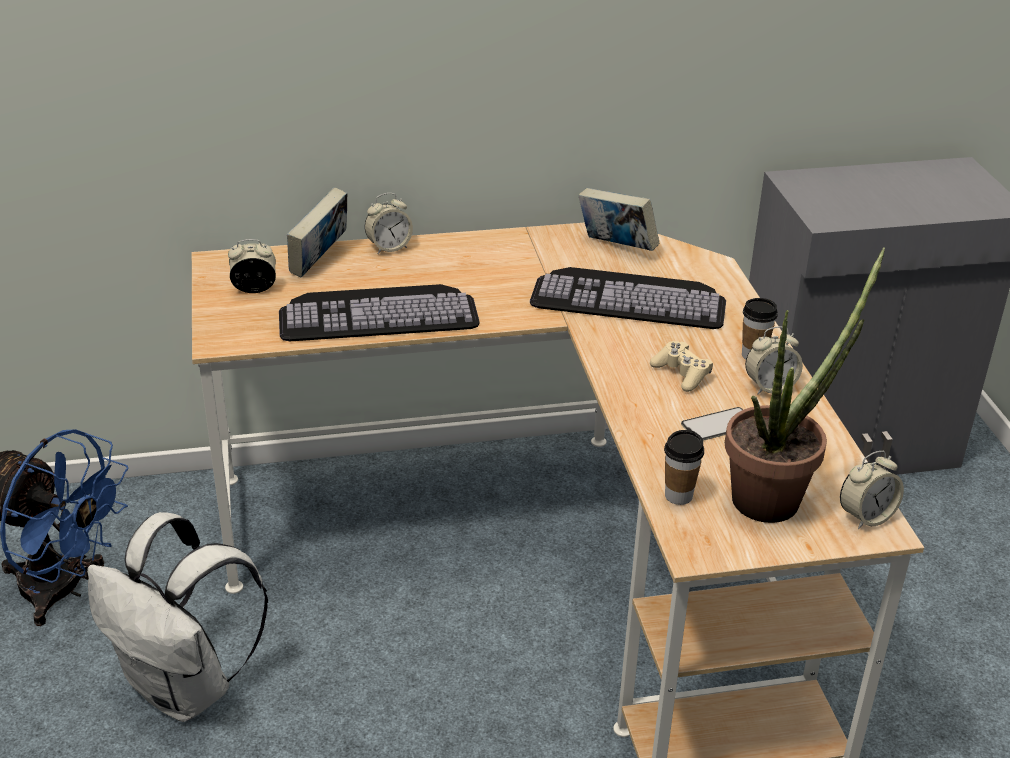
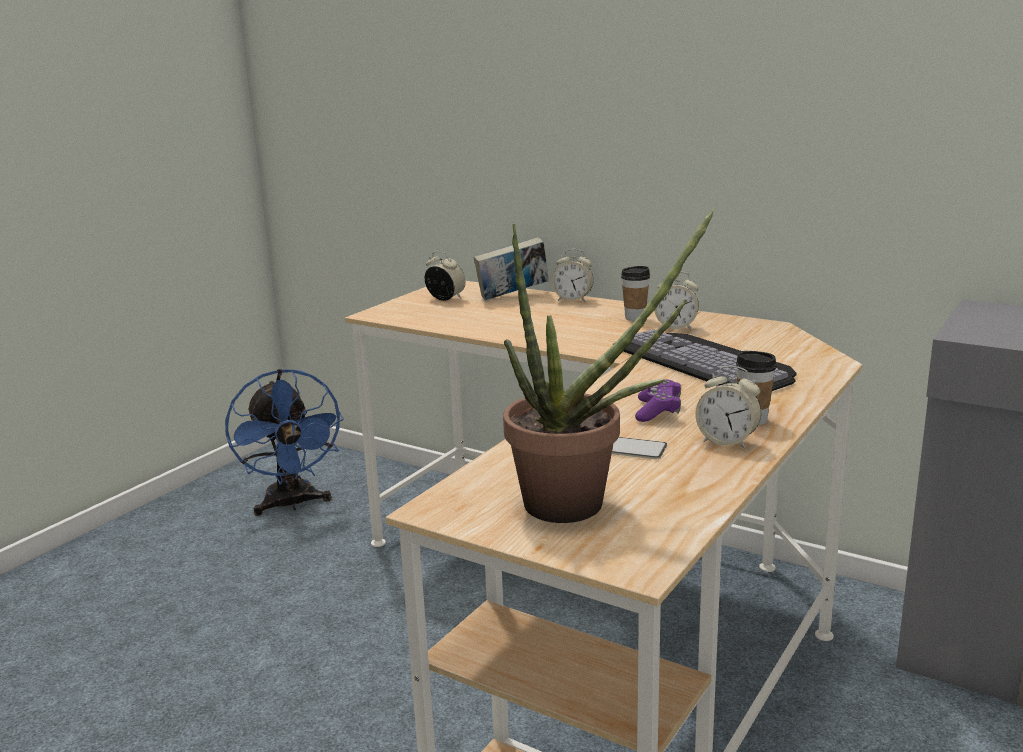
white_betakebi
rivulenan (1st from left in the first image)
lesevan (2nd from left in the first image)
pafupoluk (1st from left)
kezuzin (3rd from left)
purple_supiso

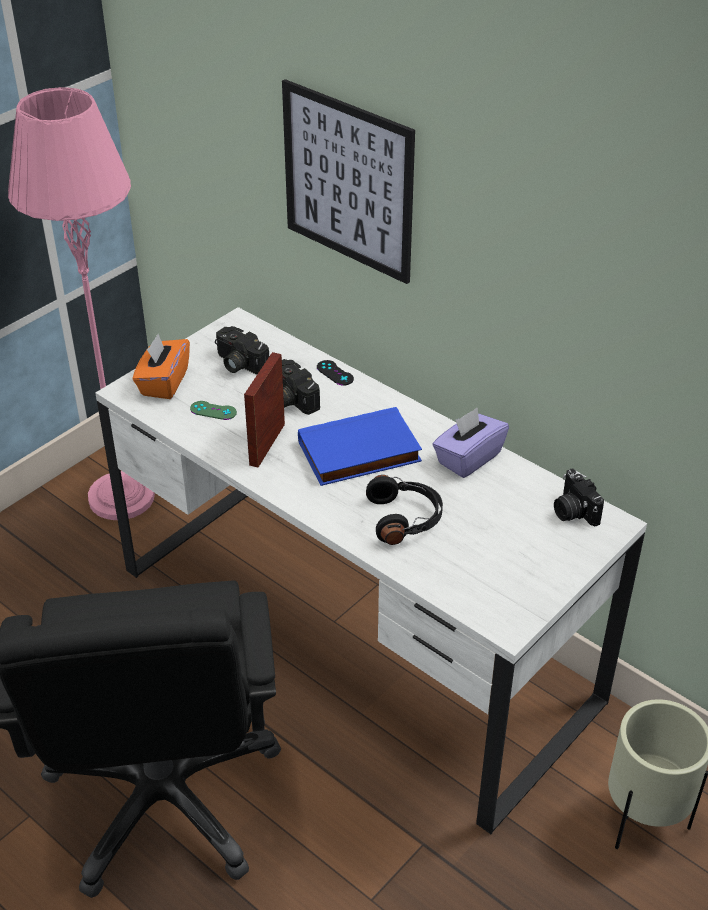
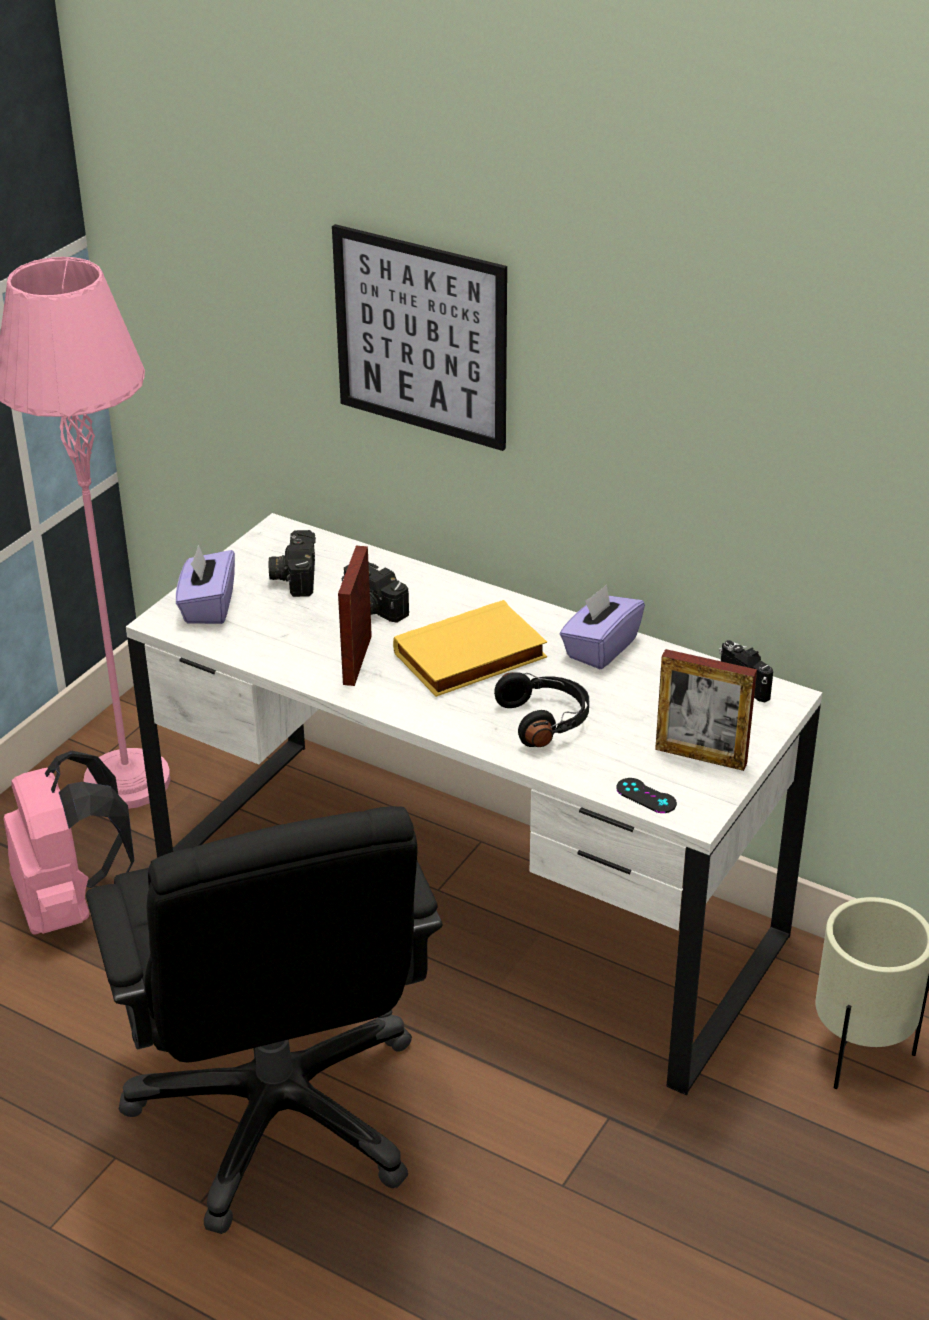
green_supiso
pink_betakebi
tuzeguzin (2nd from left)
black_supiso
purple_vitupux (1st from left)
yellow_lesevan
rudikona (1st from left)

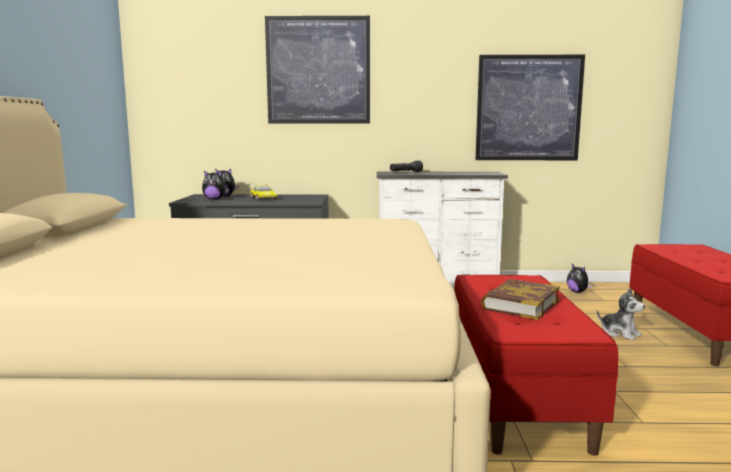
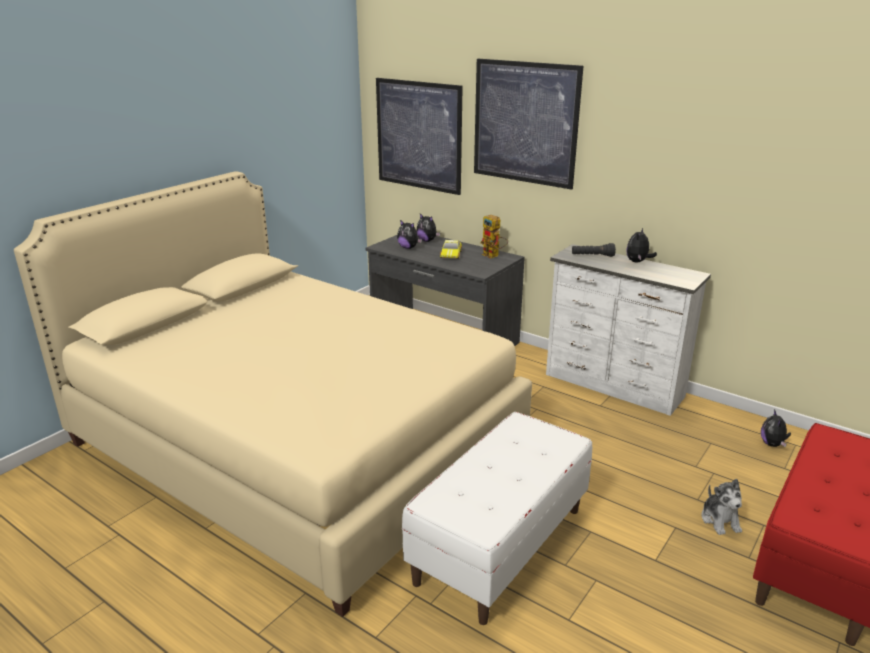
lesevan
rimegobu
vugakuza (3rd from left)
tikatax (1st from left)
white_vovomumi

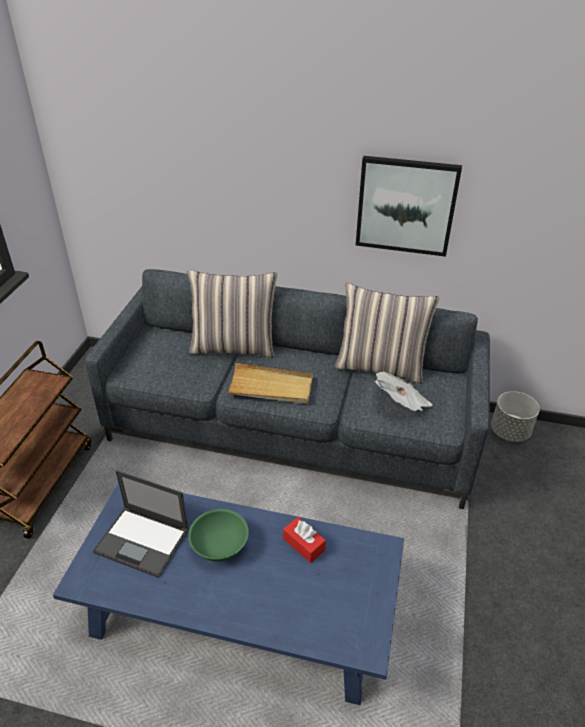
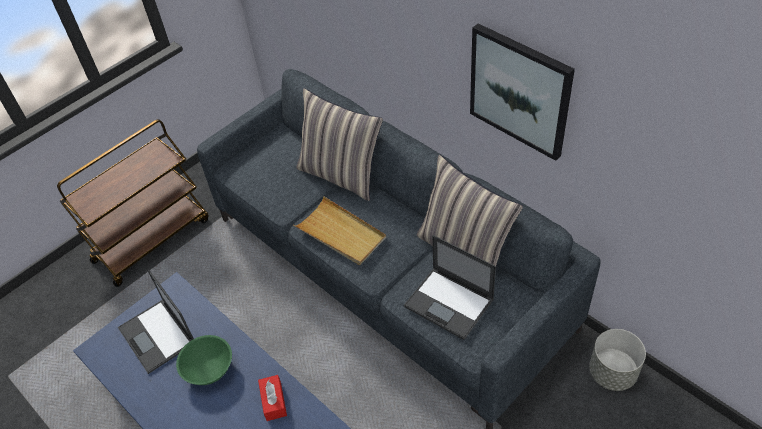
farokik (2nd from left)

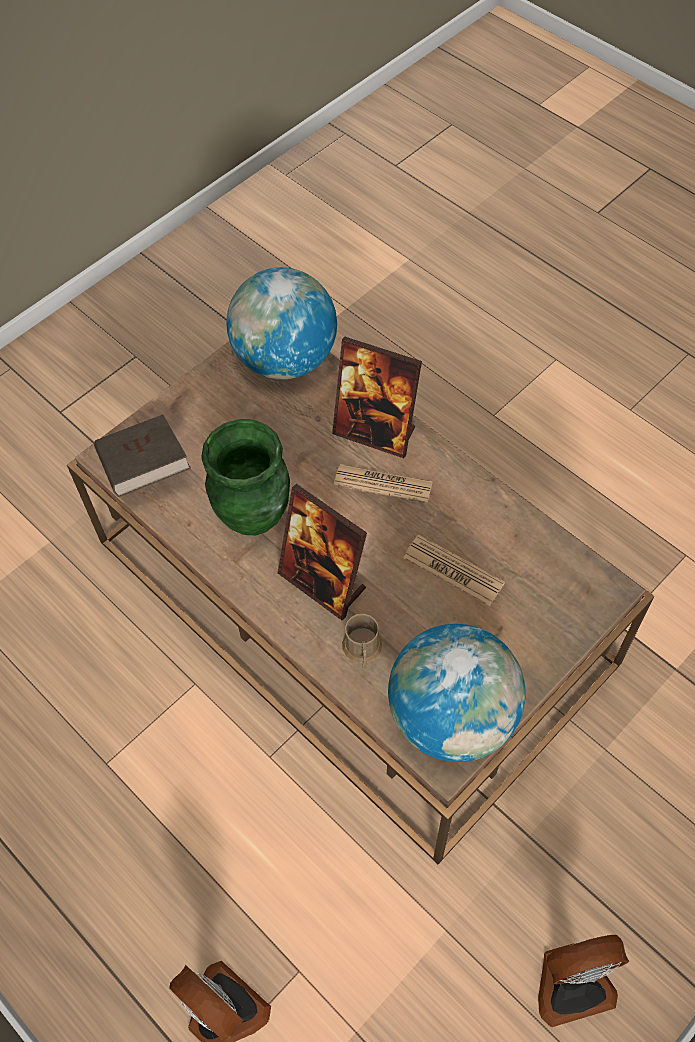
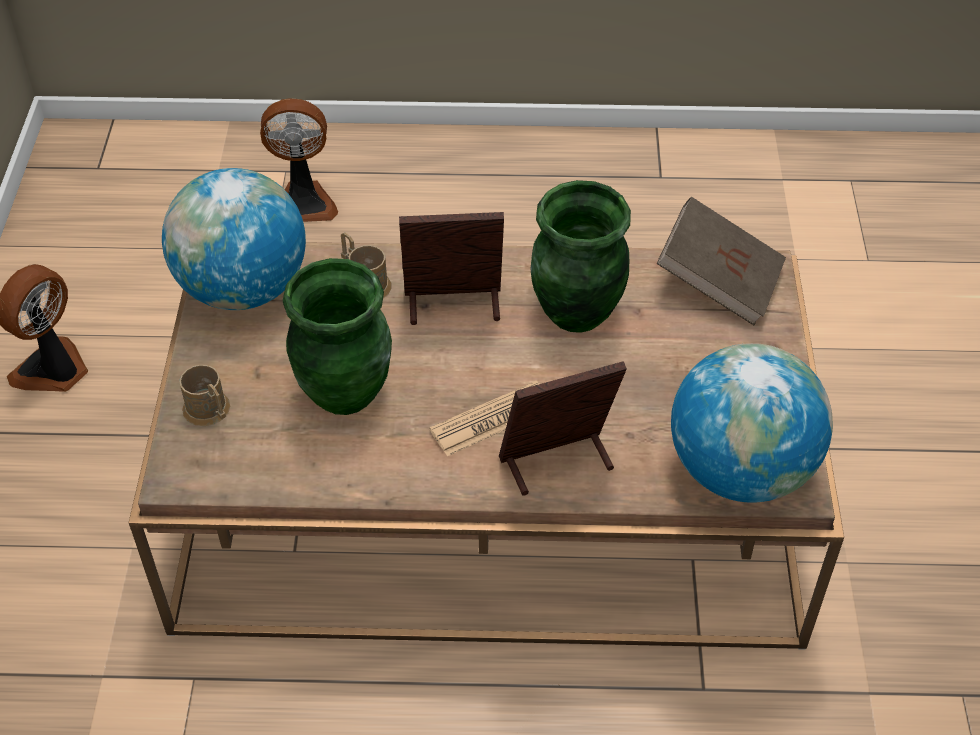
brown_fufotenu (1st from left)
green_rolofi (1st from left)

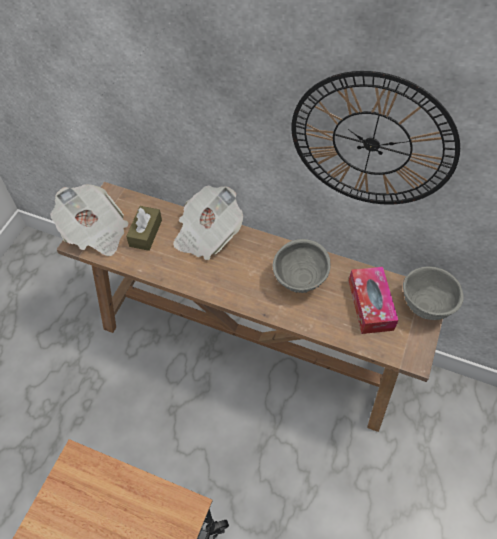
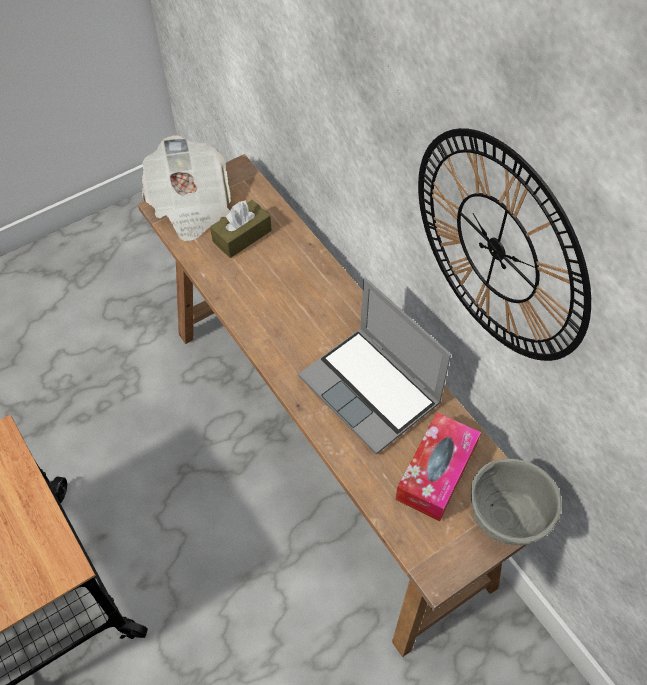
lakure (2nd from left in the first image)
farokik

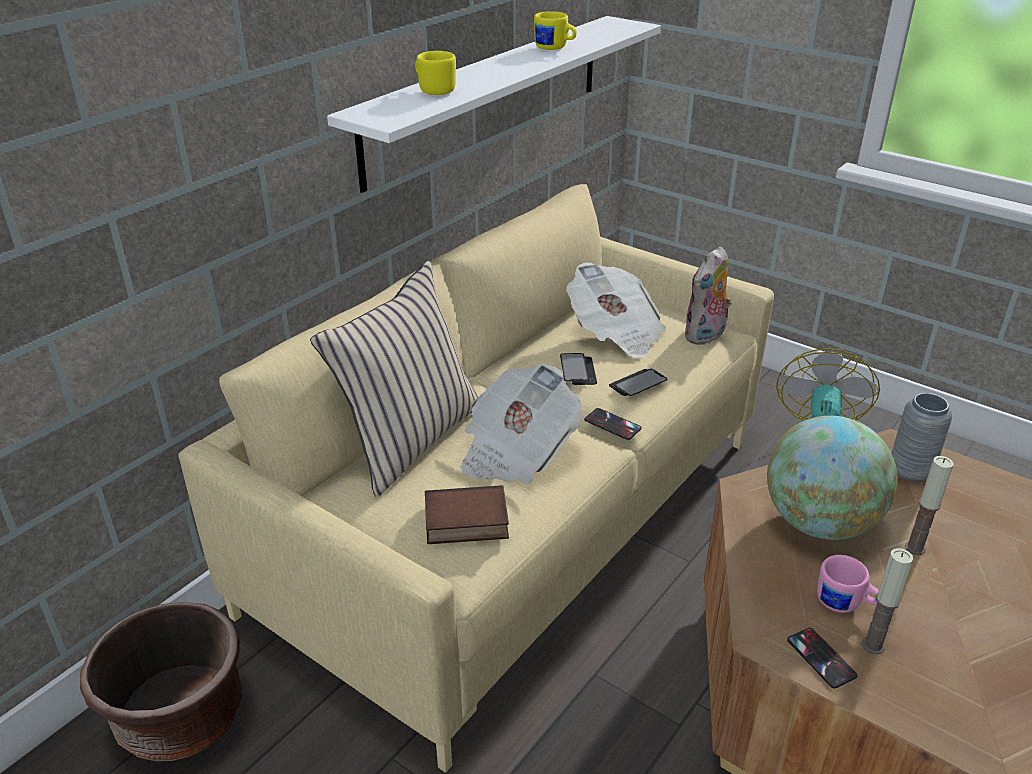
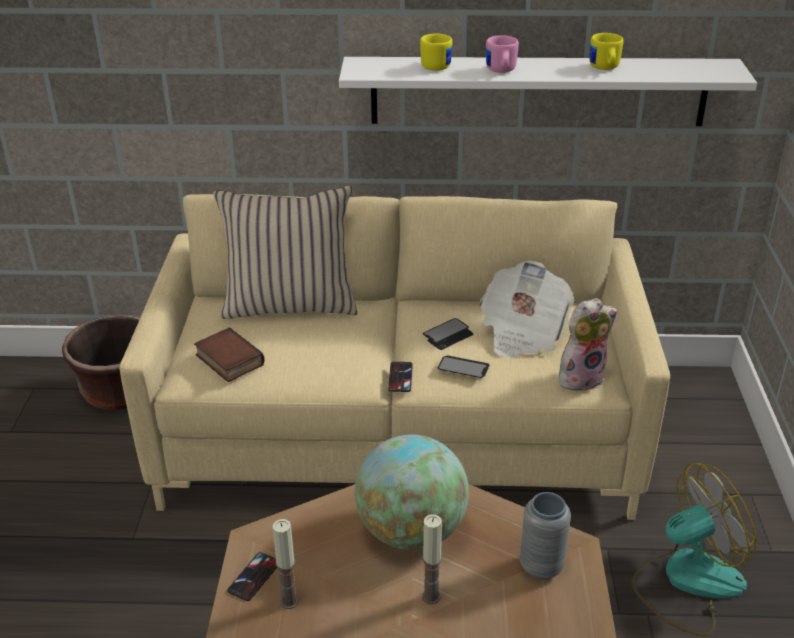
lakure (1st from left in the first image)
pink_fufotenu
vugakuza

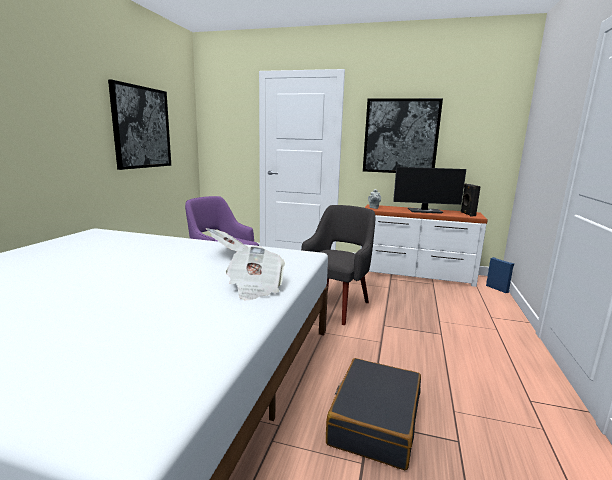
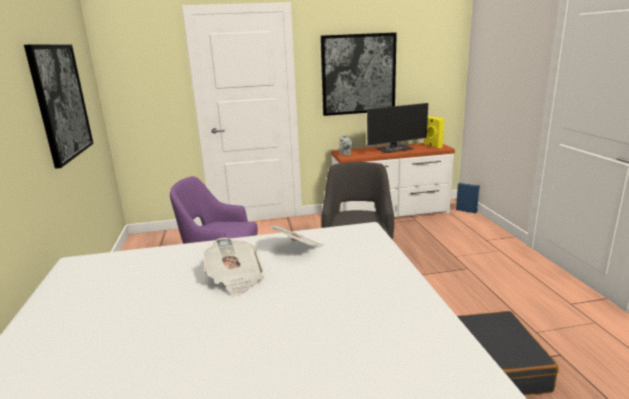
lakure (1st from left)
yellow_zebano

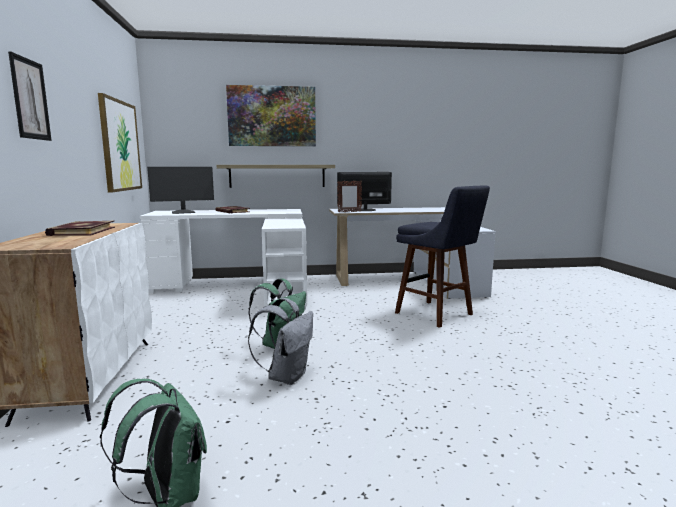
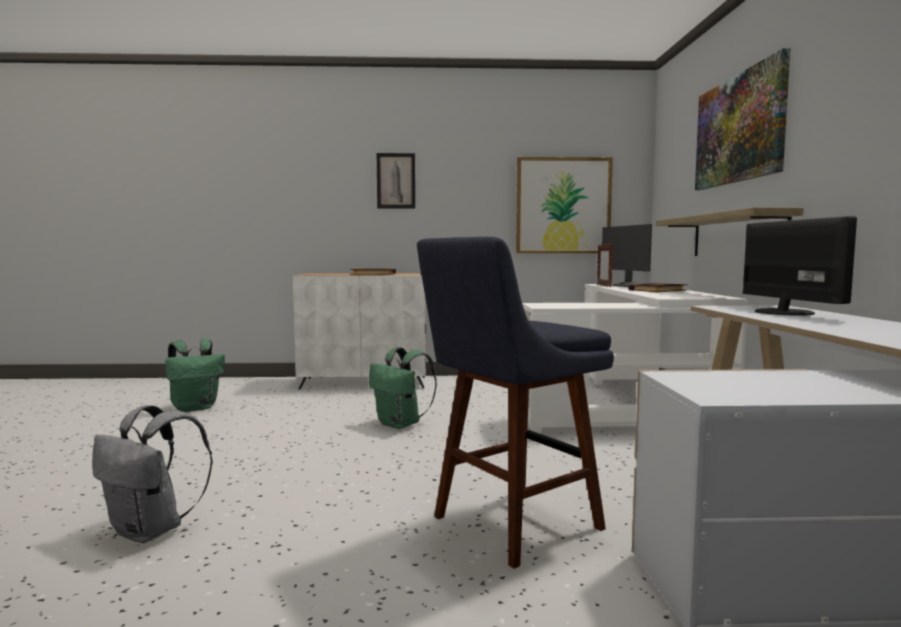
grey_betakebi
tuzeguzin

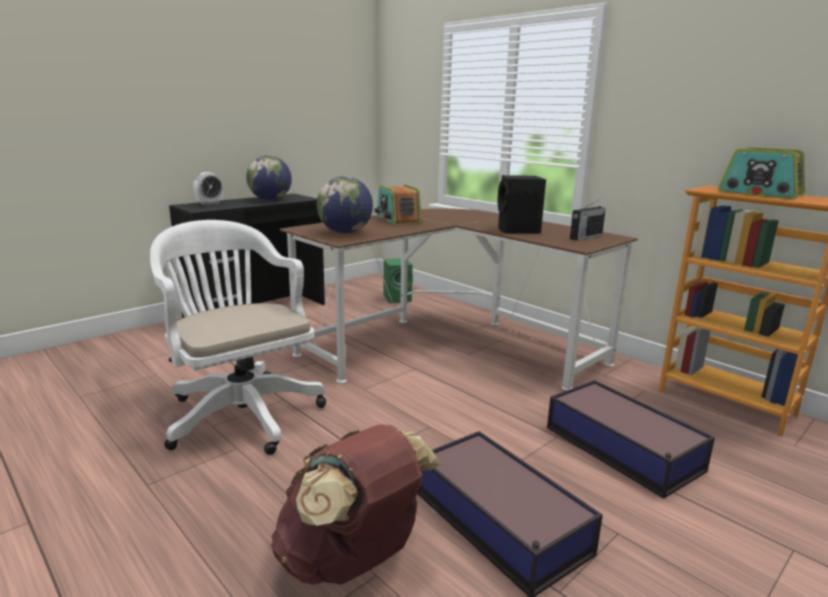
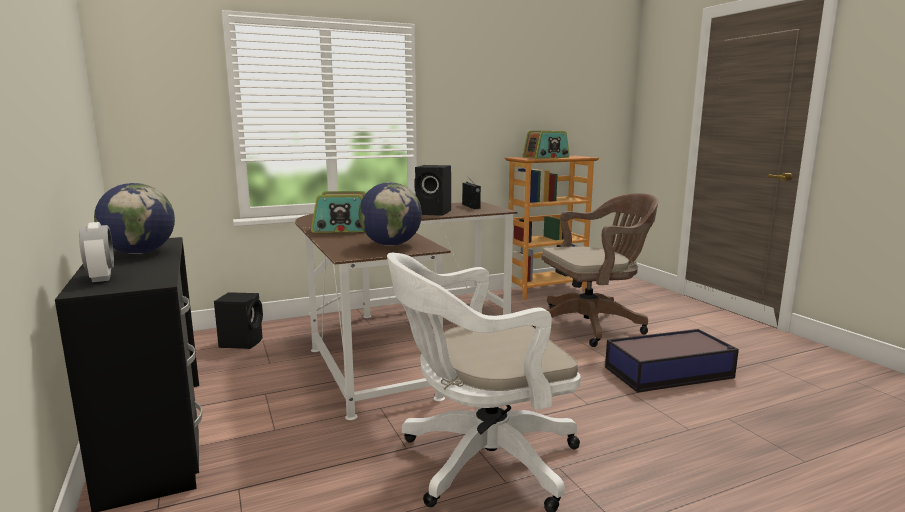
brown_betakebi
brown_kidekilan
black_zebano (1st from left)

